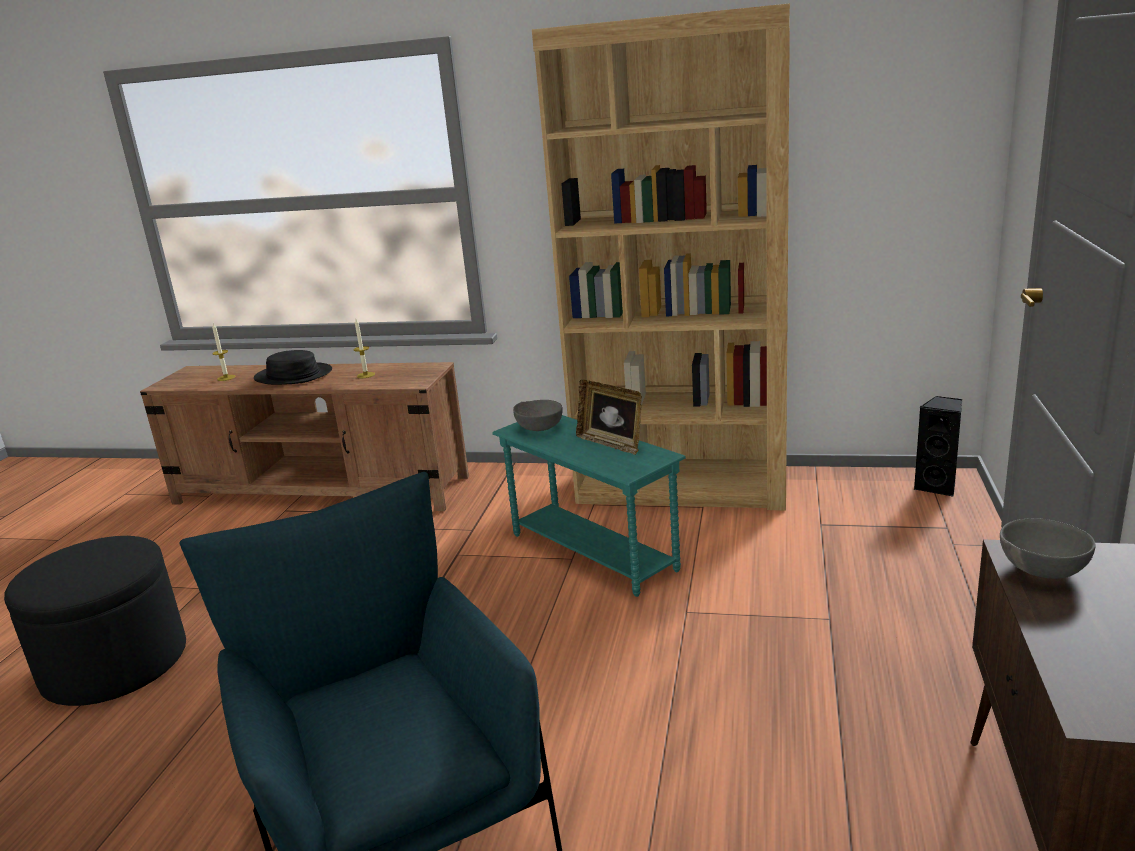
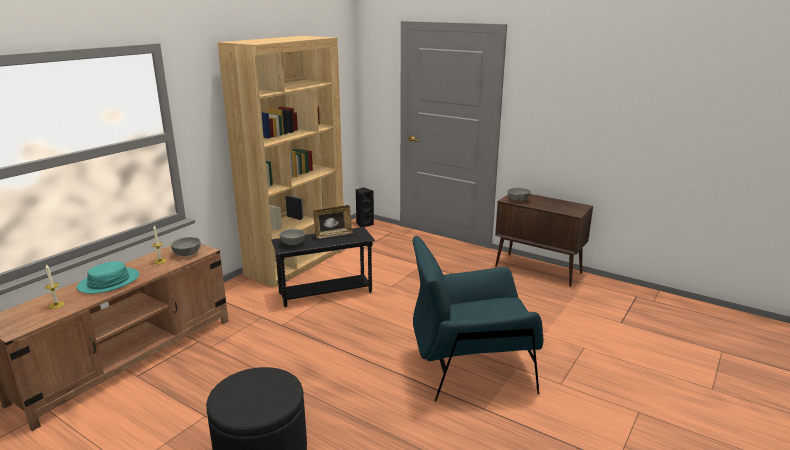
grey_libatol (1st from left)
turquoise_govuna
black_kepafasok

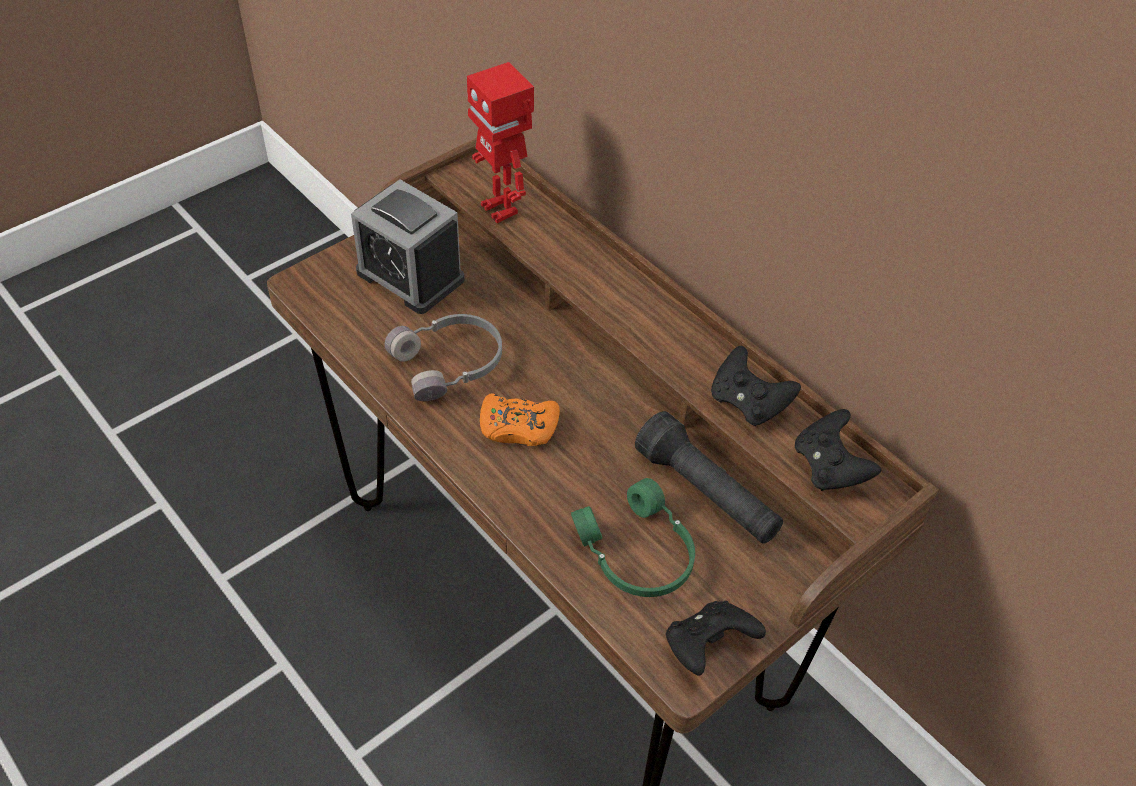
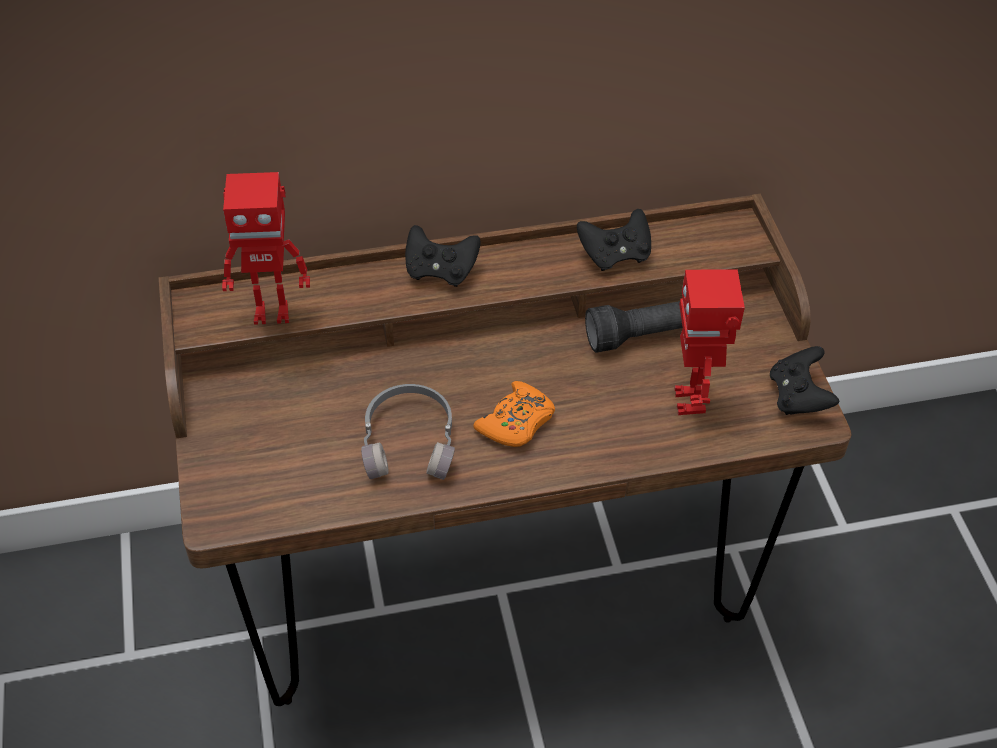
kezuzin
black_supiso (1st from left)
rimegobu (2nd from left)

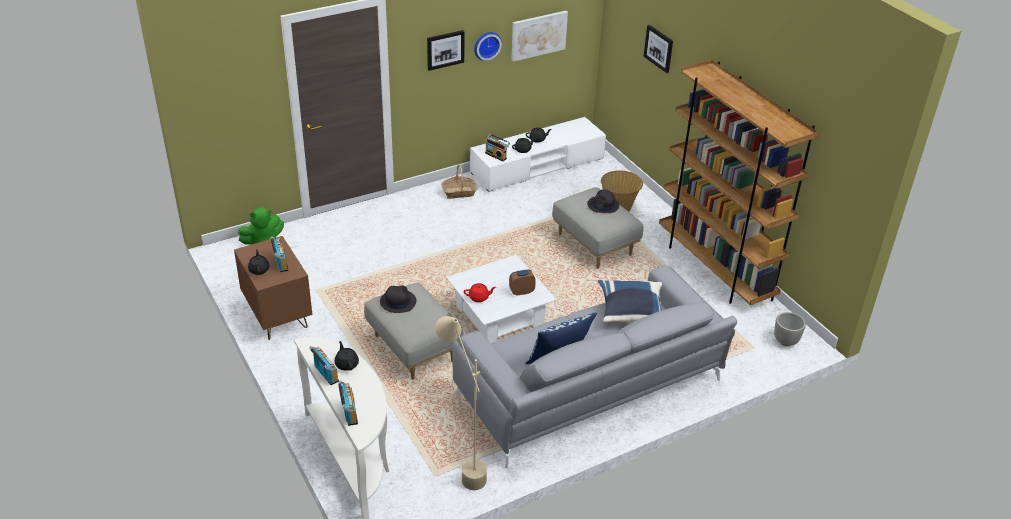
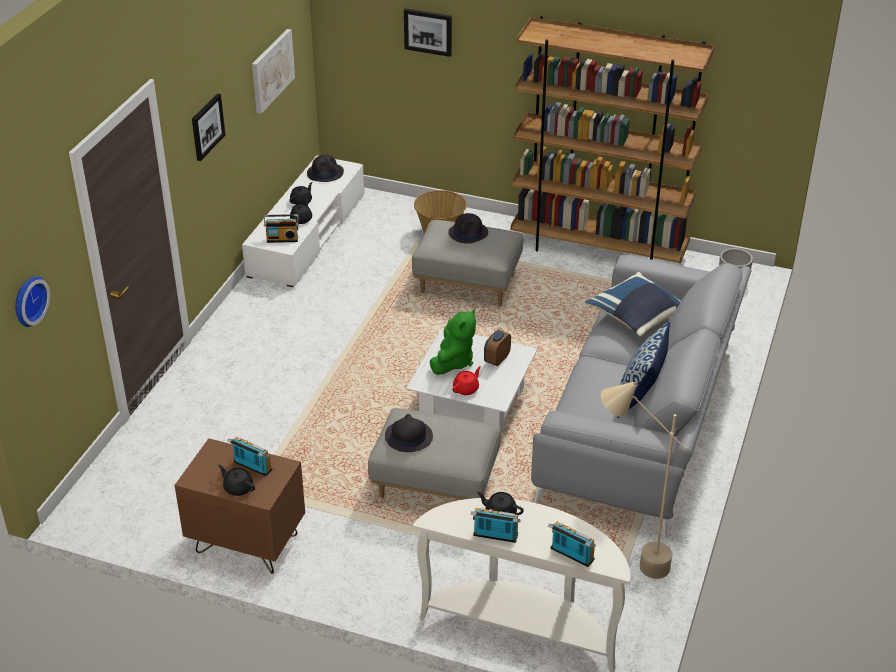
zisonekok (1st from left in the first image)
black_govuna (1st from left)
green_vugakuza
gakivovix

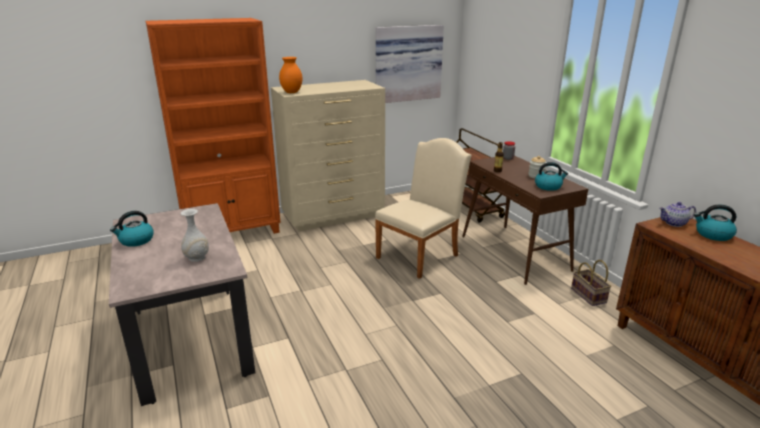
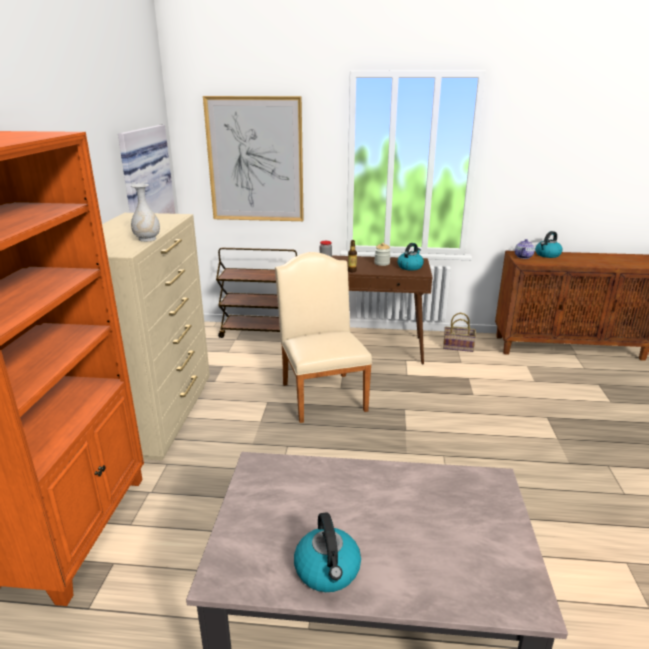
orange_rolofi
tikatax (2nd from left)
white_rolofi

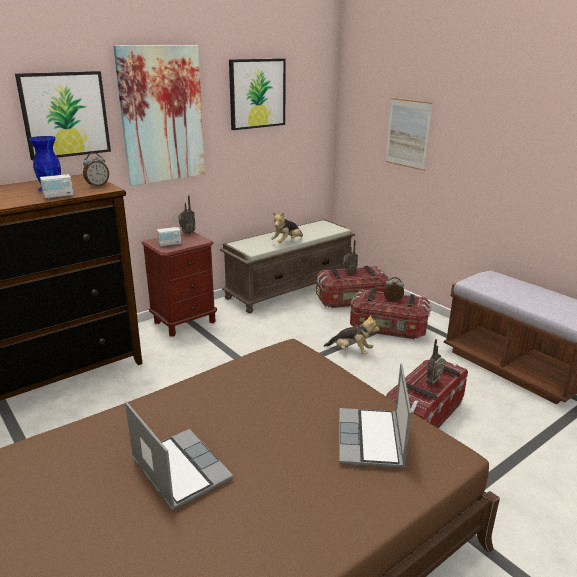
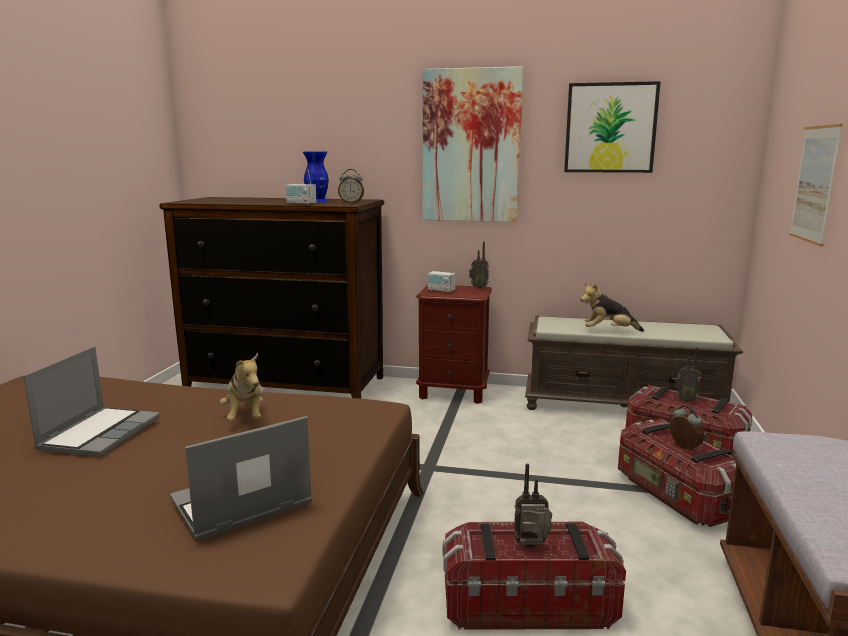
tikatax (1st from left in the first image)
vugakuza (1st from left)

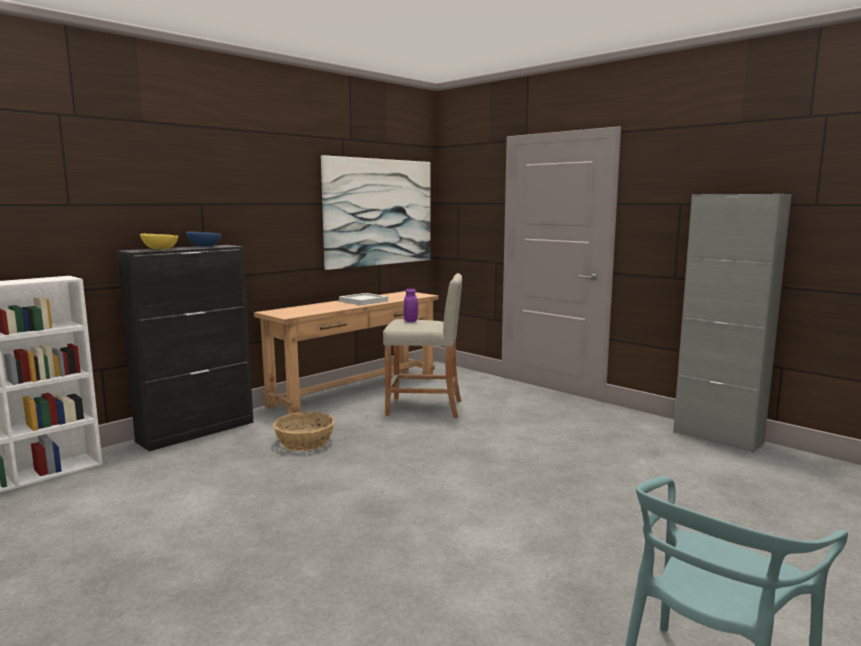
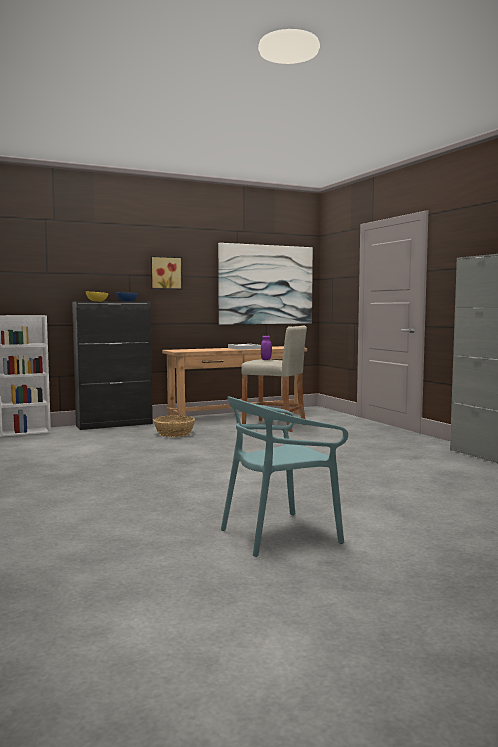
tikatax (1st from left)

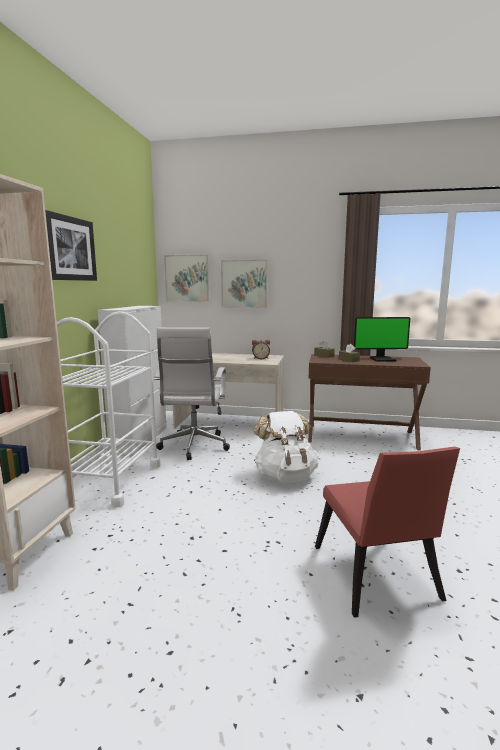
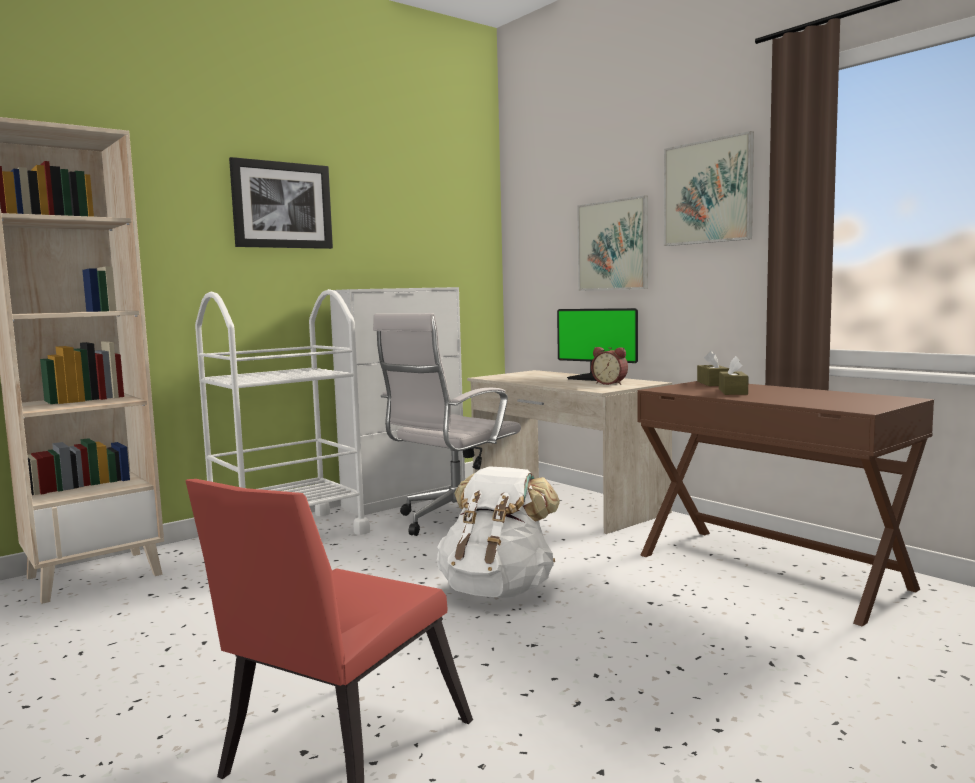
tikatax (3rd from left)
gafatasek

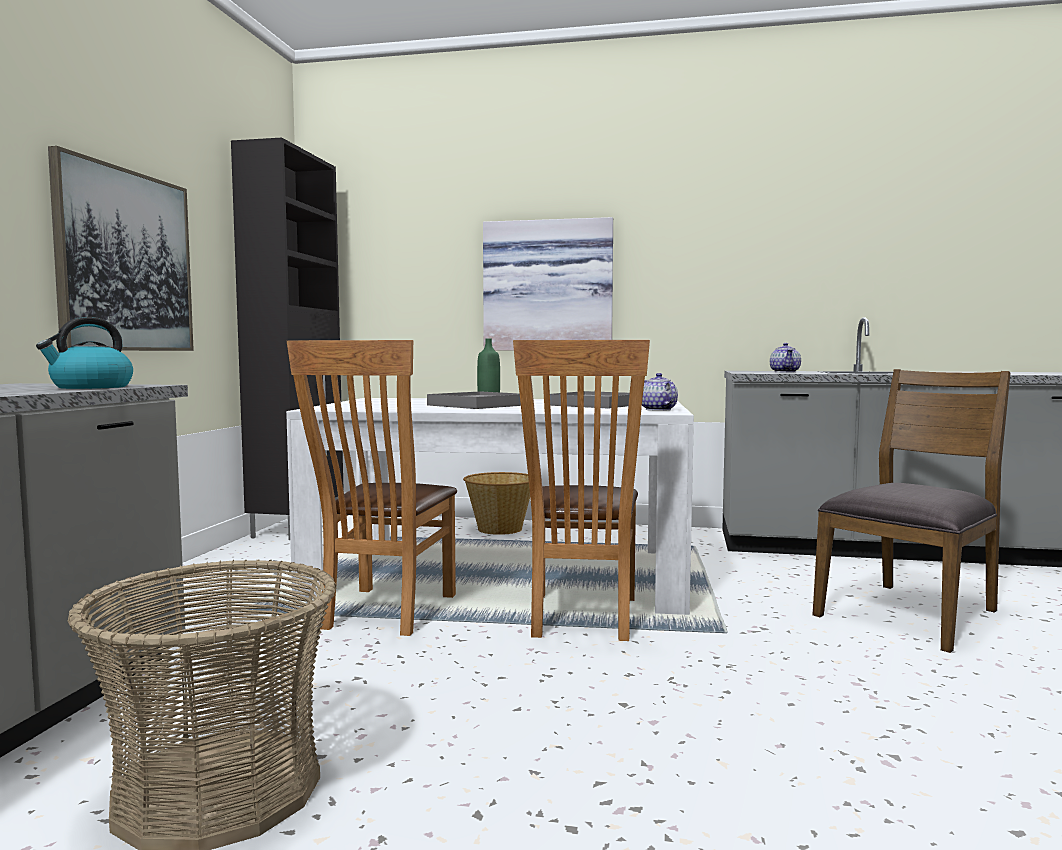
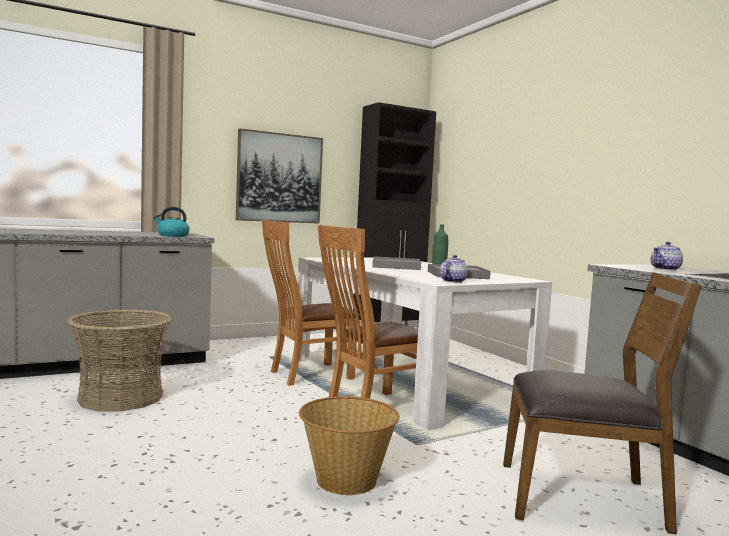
tikatax (2nd from left in the first image)
zisonekok (2nd from left)

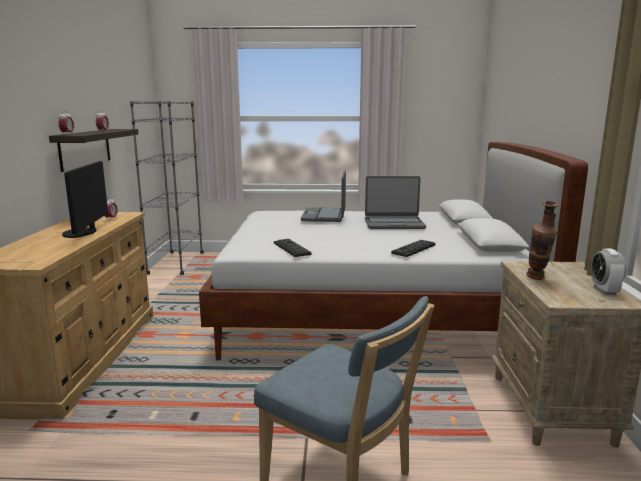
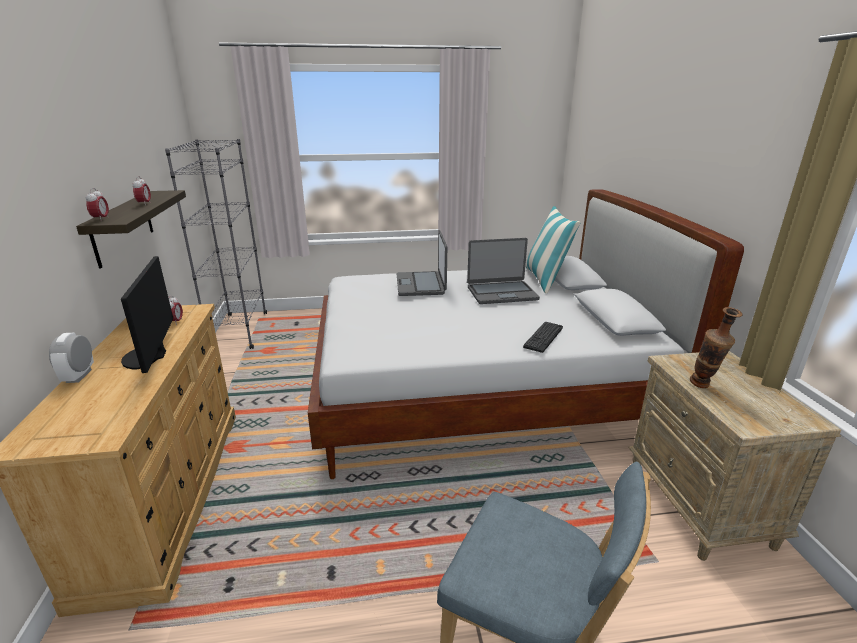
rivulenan (1st from left in the first image)
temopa
kezuzin (1st from left)

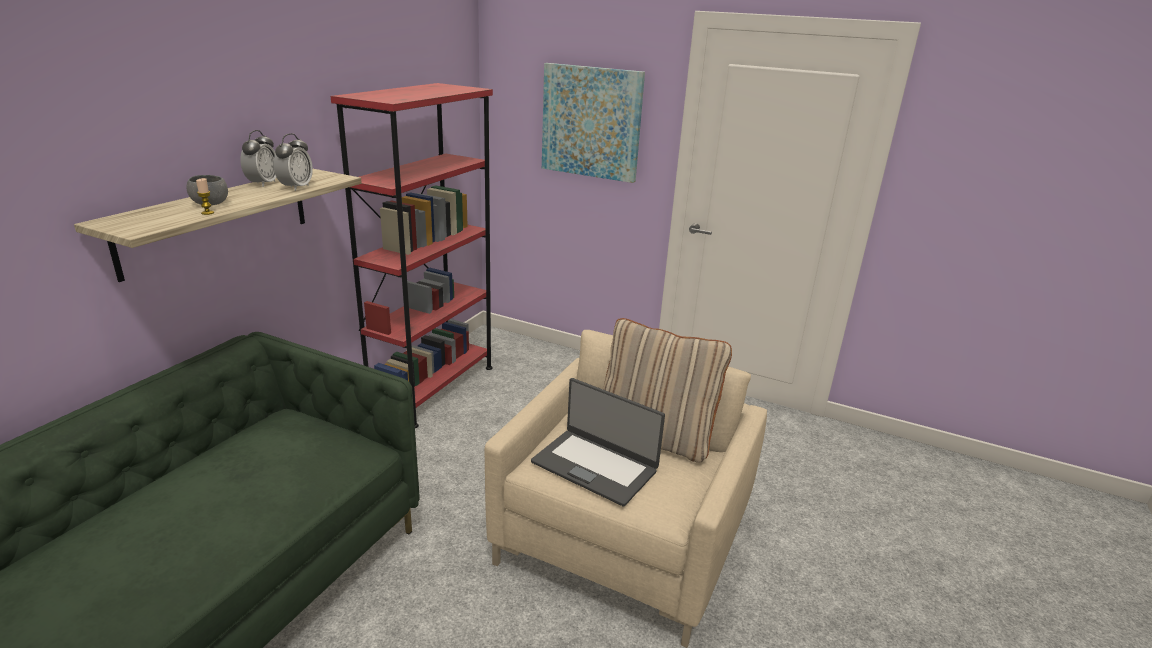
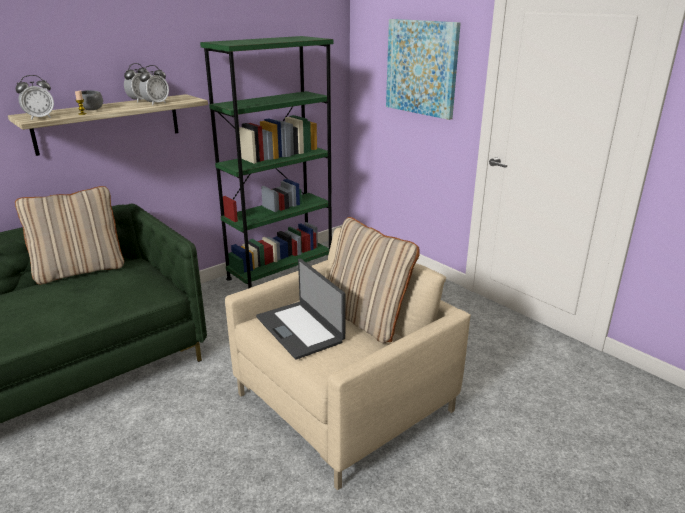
beige_temopa (1st from left)
kezuzin (1st from left)
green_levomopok

